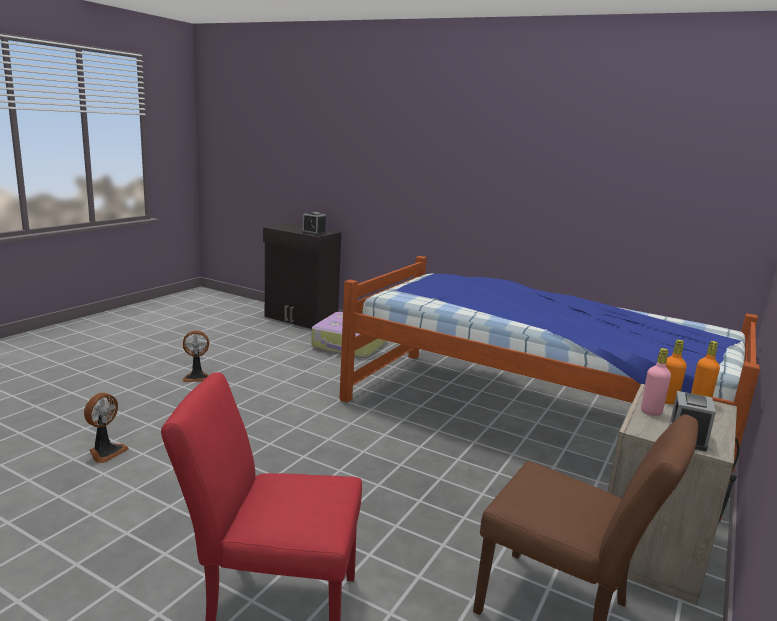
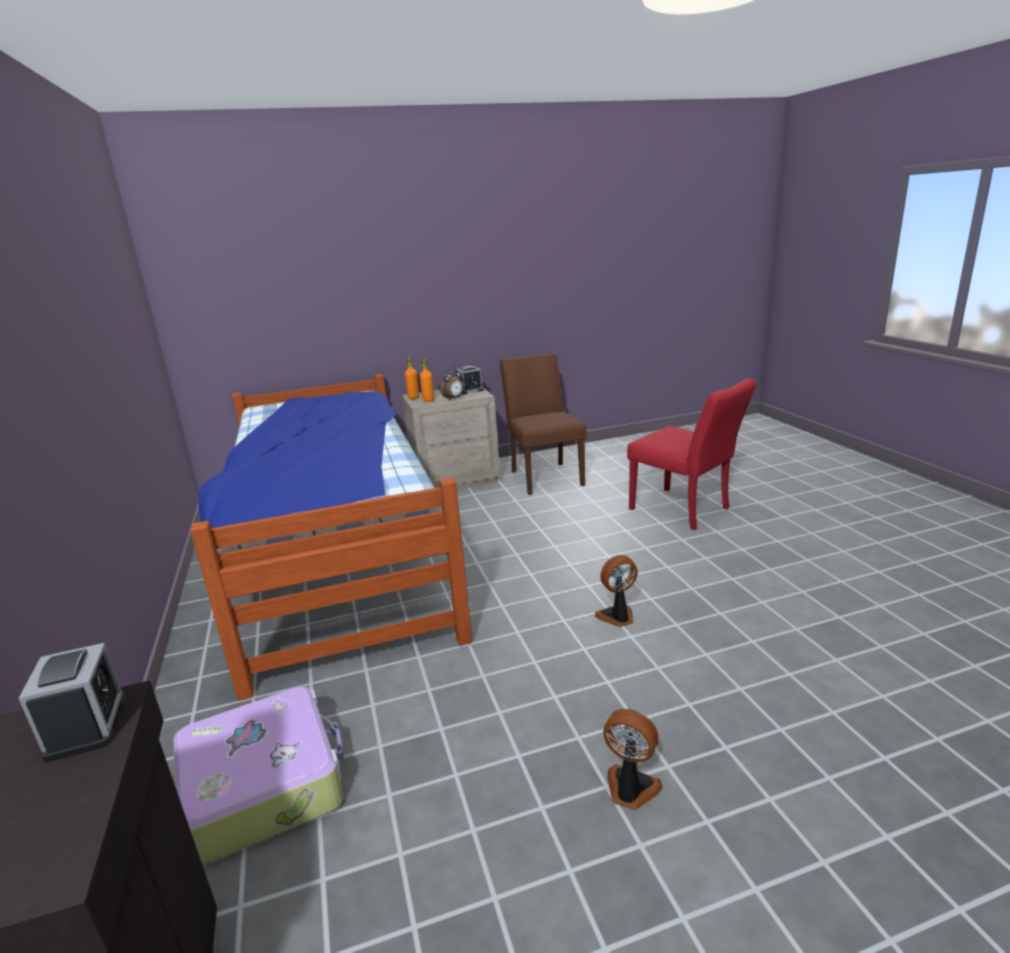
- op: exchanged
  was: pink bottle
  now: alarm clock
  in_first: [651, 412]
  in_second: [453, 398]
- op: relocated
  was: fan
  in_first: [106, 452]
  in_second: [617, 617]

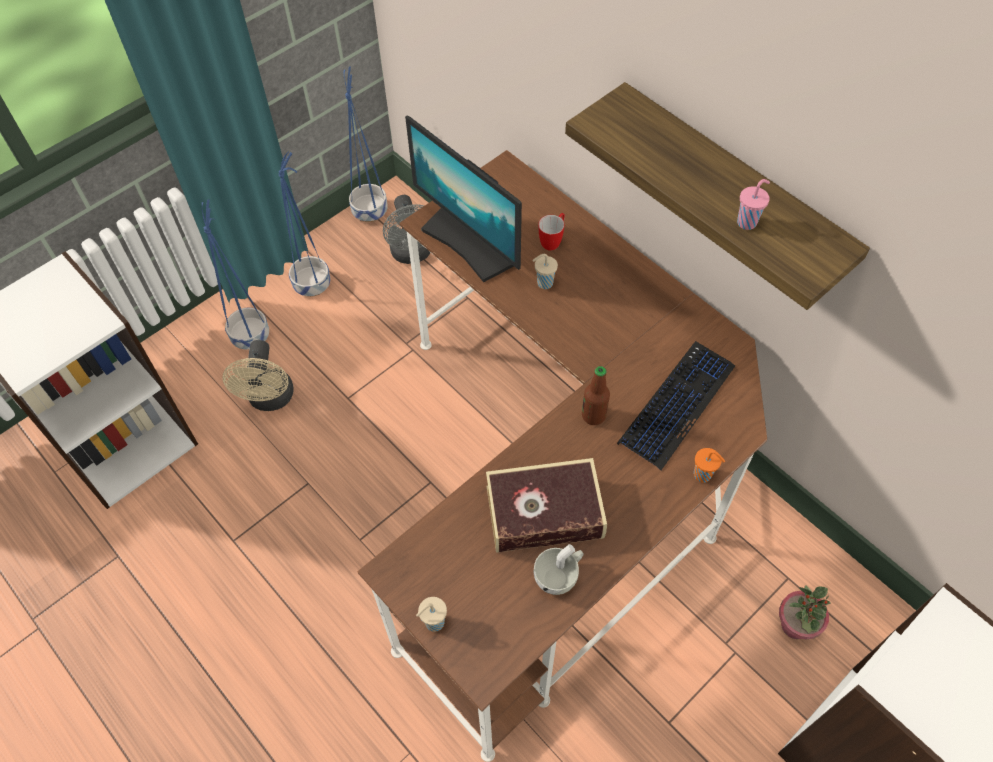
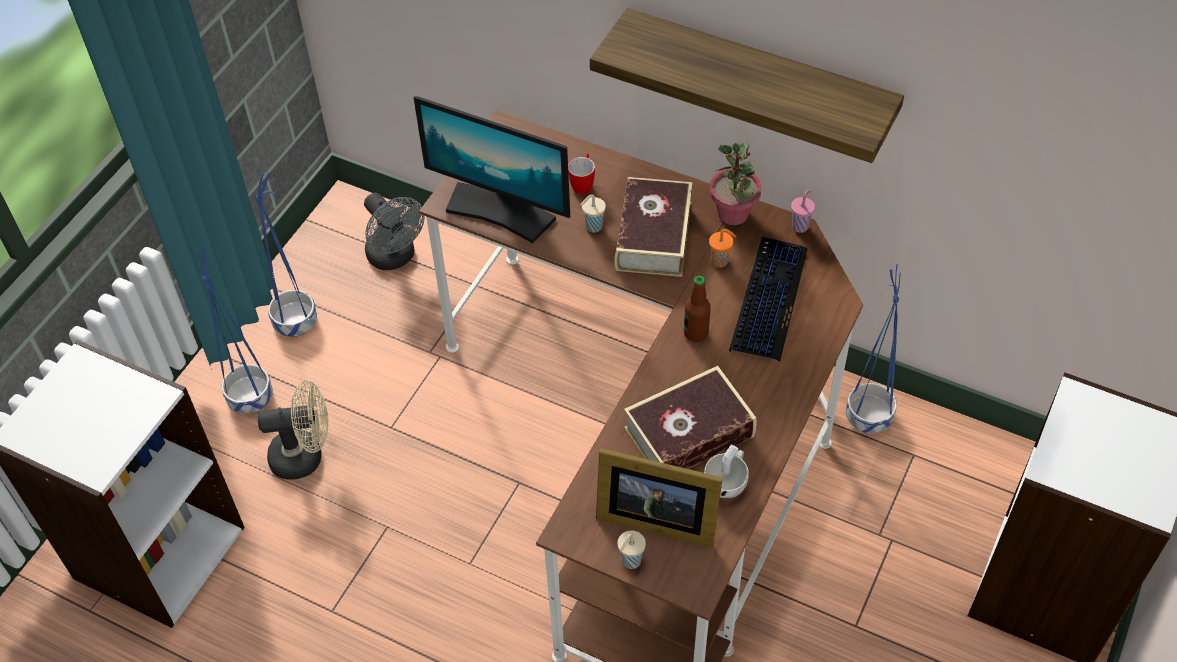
- op: spun
  was: beige fan
  in_first: [270, 399]
  in_second: [305, 456]
  clockwise: -75
- op: appeared
  now: picture frame
  in_second: [654, 517]
- op: appeared
  now: book
  in_second: [653, 236]
- op: relocated
  was: orange cup
  in_first: [703, 475]
  in_second: [720, 261]
- op: relocated
  was: potted plant
  in_first: [795, 626]
  in_second: [733, 214]
- op: relocated
  was: pink cup
  in_first: [747, 222]
  in_second: [800, 226]
- op: relocated
  was: blue planter
  in_first: [370, 210]
  in_second: [868, 415]

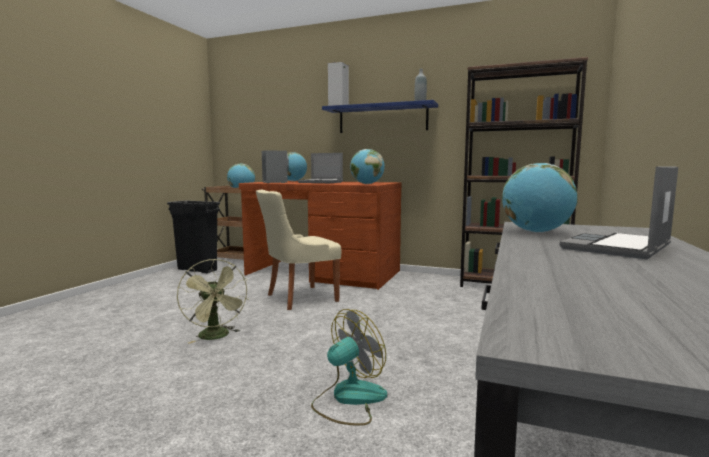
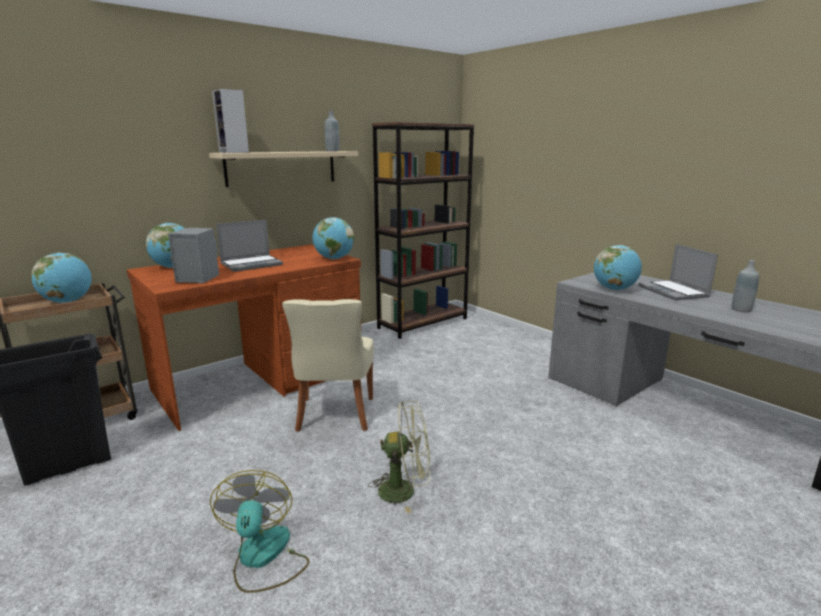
- op: colour
  was: blue shelf
  now: beige shelf
  in_first: [382, 119]
  in_second: [282, 168]
- op: relocated
  was: fan
  in_first: [349, 399]
  in_second: [263, 558]
- op: appeared
  now: grey bottle
  in_second: [741, 310]

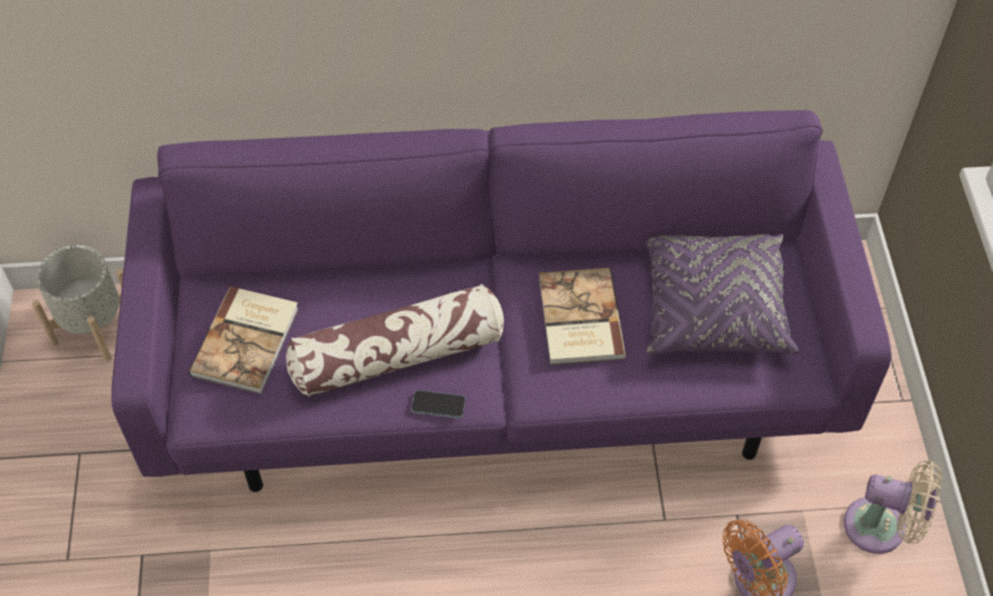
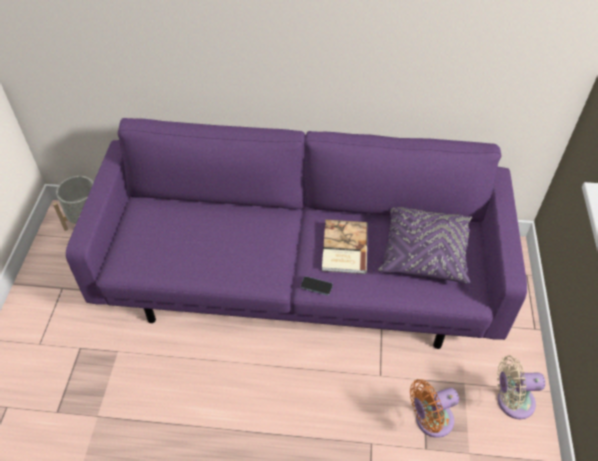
- op: relocated
  was: phone
  in_first: [438, 405]
  in_second: [316, 286]
- op: spun
  was: beige fan
  in_first: [881, 528]
  in_second: [511, 401]
  clockwise: 150
- op: missing
  was: book
  in_first: [248, 341]
- op: missing
  was: pillow
  in_first: [398, 354]

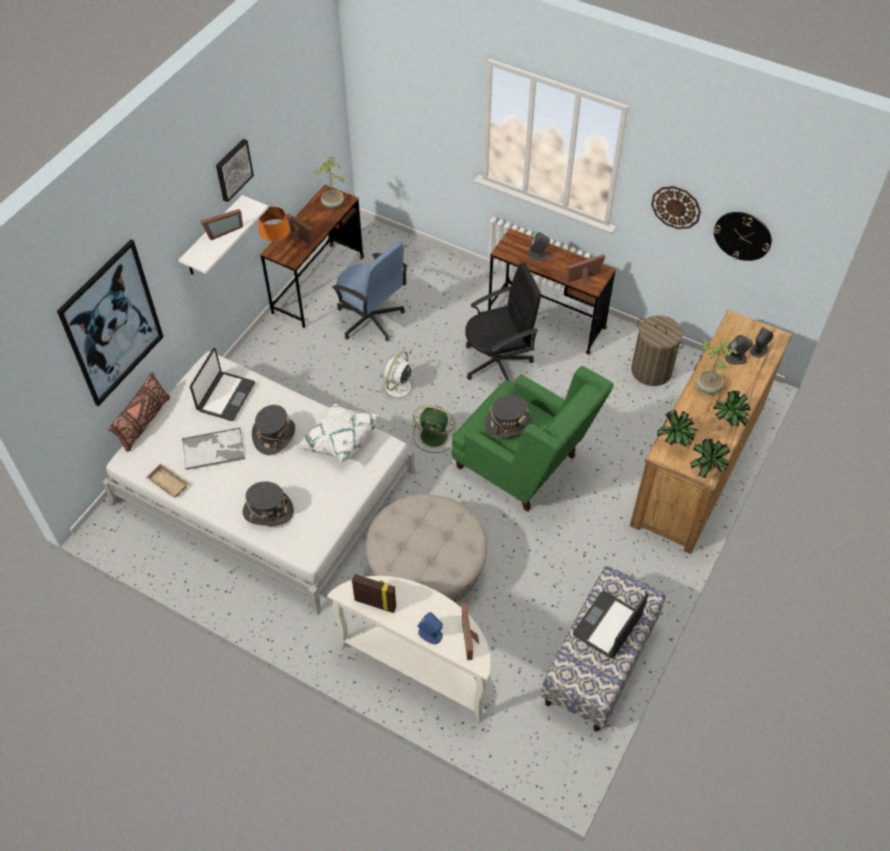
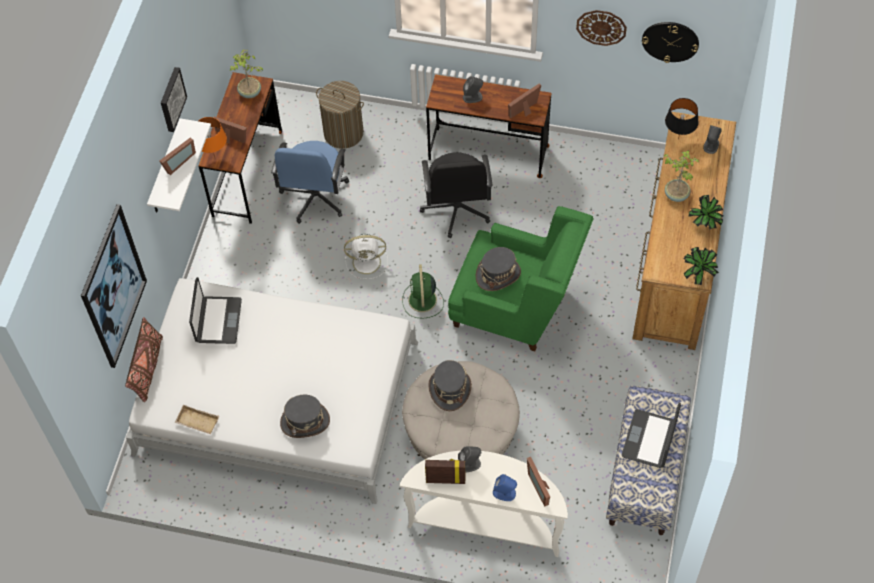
- op: spun
  was: blue office chair
  in_first: [370, 319]
  in_second: [314, 197]
  clockwise: 75
- op: relocated
  was: laundry basket
  in_first: [651, 370]
  in_second: [343, 133]
- op: spun
  was: white fan
  in_first: [397, 388]
  in_second: [368, 262]
  clockwise: -105
- op: spun
  was: green fan
  in_first: [435, 436]
  in_second: [422, 301]
  clockwise: 90
- op: spun
  was: black office chair
  in_first: [498, 362]
  in_second: [456, 209]
  clockwise: 120
- op: relocated
  was: grey hat
  in_first: [274, 435]
  in_second: [449, 389]
- op: relocated
  was: grey speaker
  in_first: [736, 358]
  in_second: [469, 464]
- op: appeared
  now: black table lamp
  in_second: [678, 139]
- op: missing
  was: tray
  in_first: [214, 449]
- op: missing
  was: white pillow
  in_first: [339, 440]
- op: missing
  was: potted plant
  in_first: [673, 444]

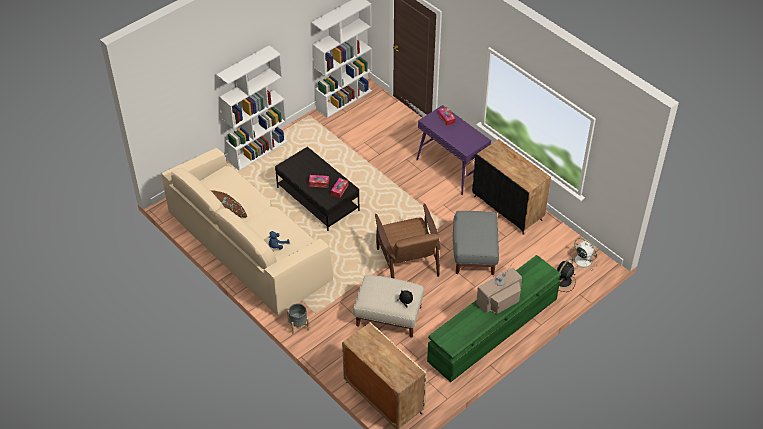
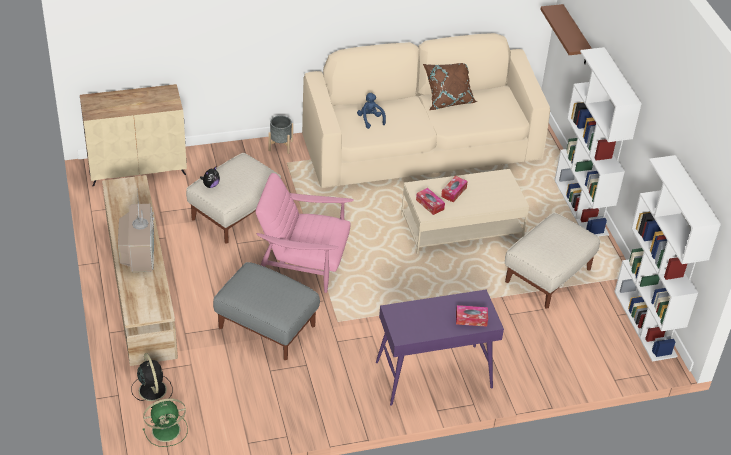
- op: colour
  was: green tv stand
  now: beige tv stand
  in_first: [493, 330]
  in_second: [140, 287]
- op: colour
  was: white fan
  now: green fan
  in_first: [582, 260]
  in_second: [167, 430]
- op: colour
  was: brown armchair
  now: pink armchair
  in_first: [407, 260]
  in_second: [303, 262]
- op: colour
  was: black coffee table
  now: beige coffee table
  in_first: [317, 199]
  in_second: [461, 227]
- op: appeared
  now: beige ottoman
  in_second: [548, 275]
- op: appeared
  now: brown shelf
  in_second: [575, 36]
- op: missing
  was: black cabinet
  in_first: [508, 208]

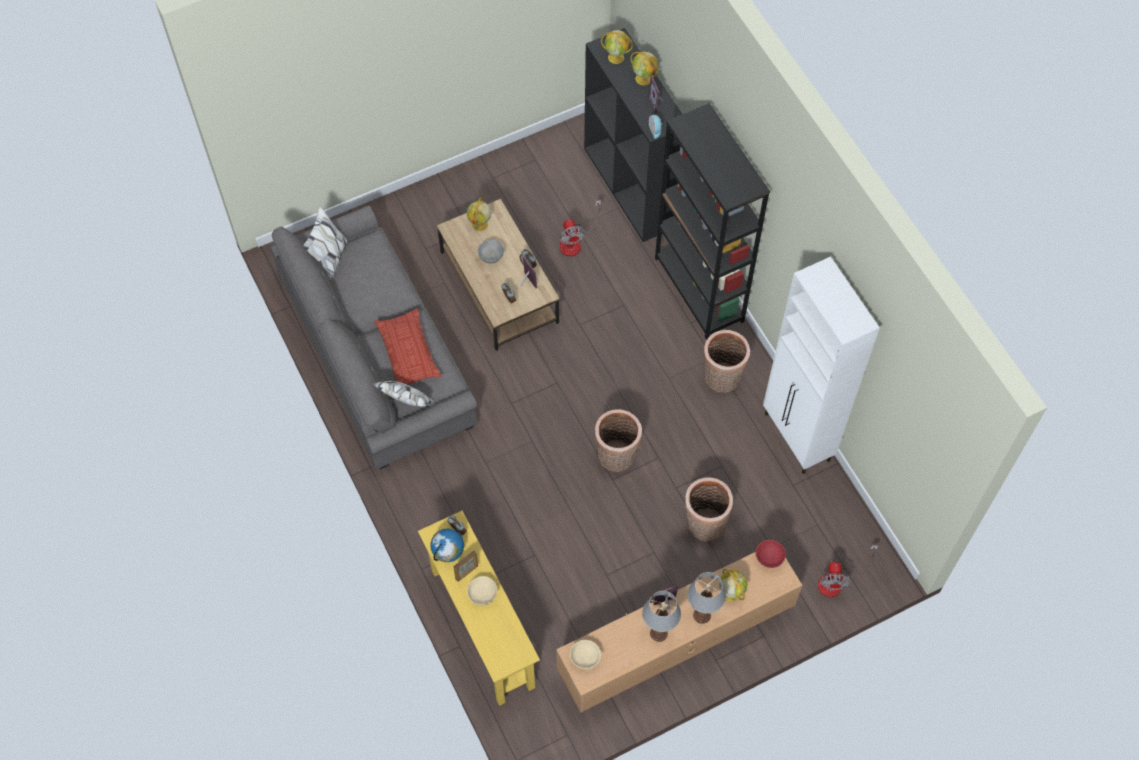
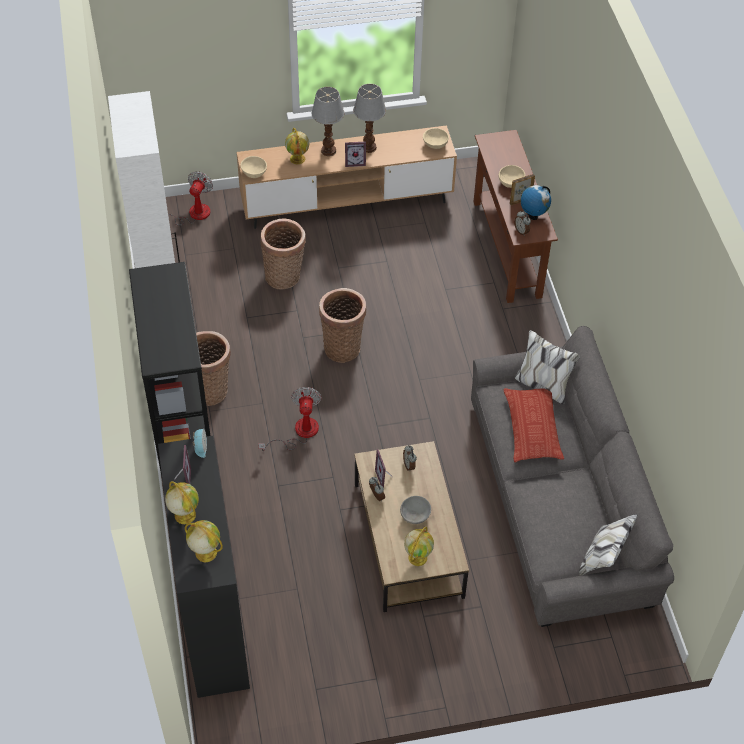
- op: colour
  was: red bowl
  now: beige bowl
  in_first: [769, 558]
  in_second: [254, 173]
- op: relocated
  was: fan
  in_first: [575, 241]
  in_second: [299, 432]
- op: colour
  was: yellow console table
  now: brown console table
  in_first: [482, 628]
  in_second: [507, 248]

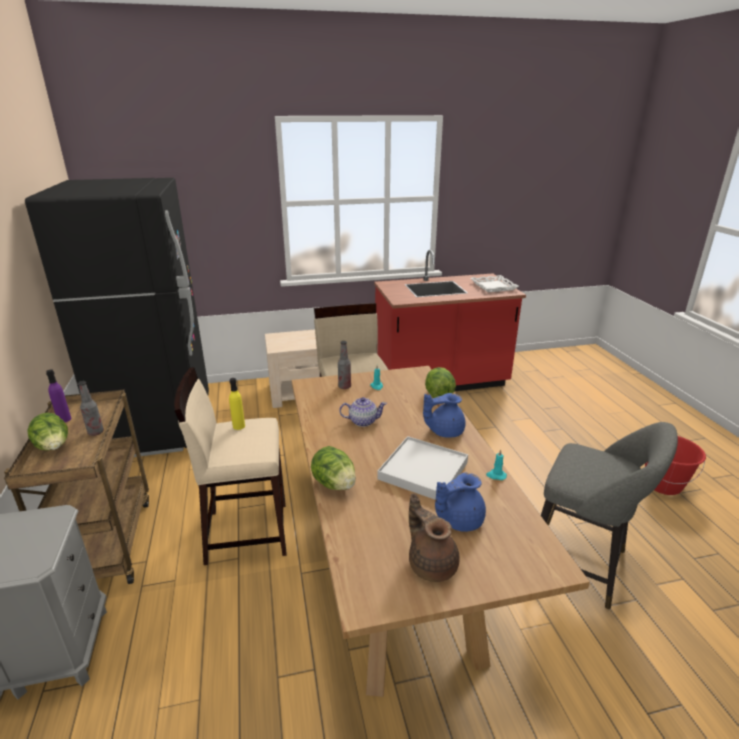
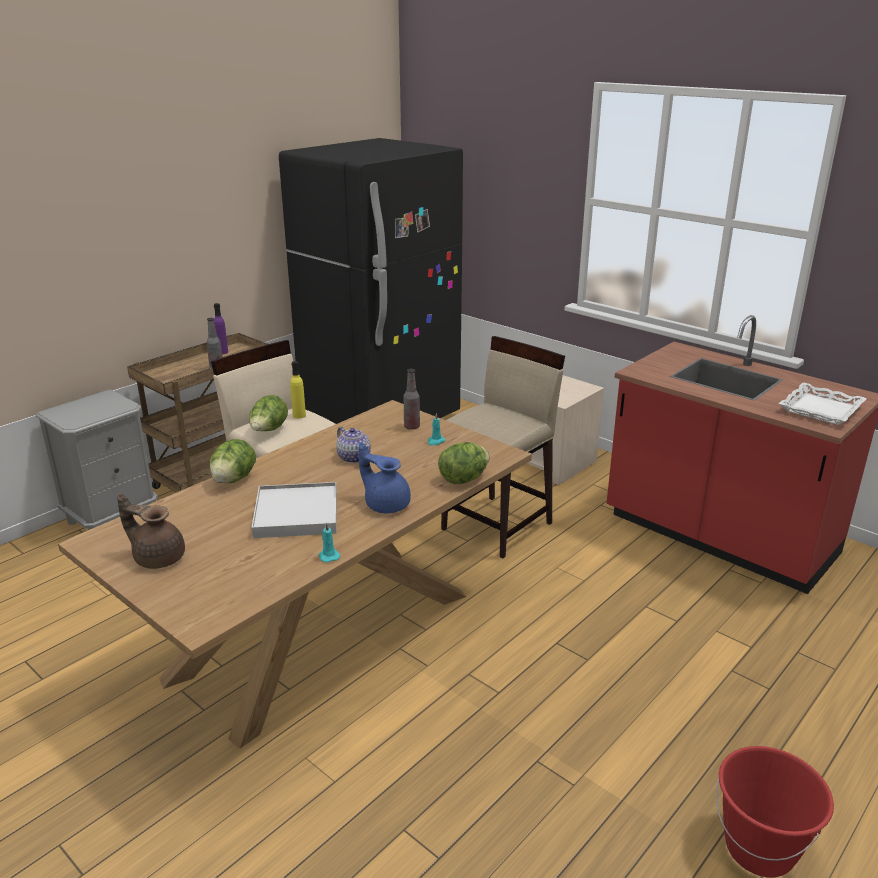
- op: spun
  was: brown teapot
  in_first: [431, 563]
  in_second: [158, 557]
  clockwise: -90
- op: relocated
  was: lettuce
  in_first: [54, 448]
  in_second: [269, 431]
- op: missing
  was: blue teapot
  in_first: [458, 520]
- op: missing
  was: grey stool
  in_first: [581, 564]

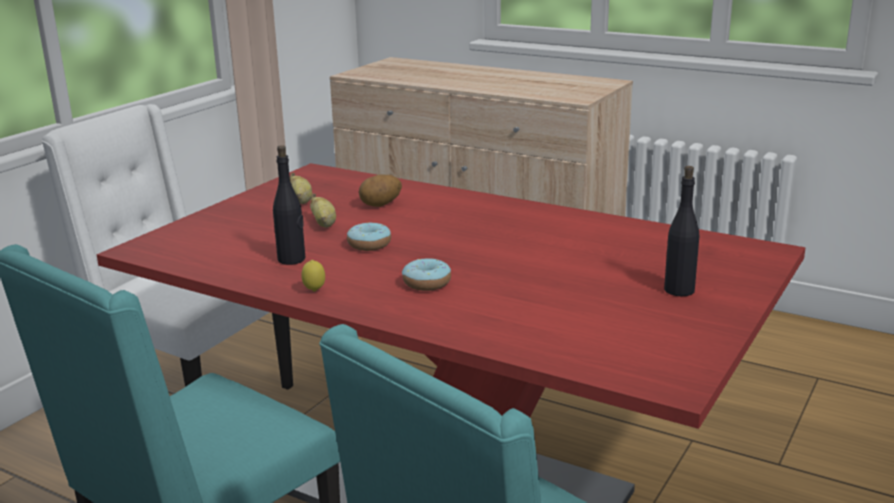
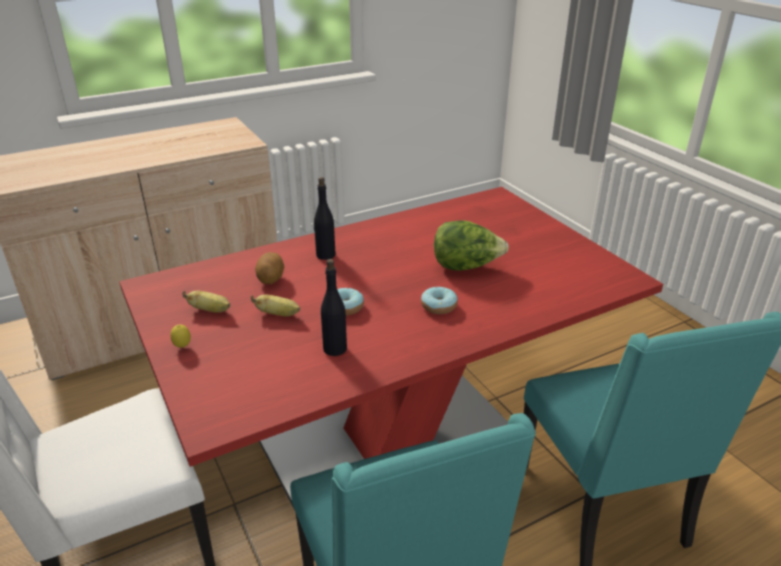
- op: relocated
  was: lemon
  in_first: [314, 291]
  in_second: [182, 347]
- op: relocated
  was: black bottle
  in_first: [679, 290]
  in_second: [325, 255]
- op: appeared
  now: lettuce
  in_second: [466, 267]

